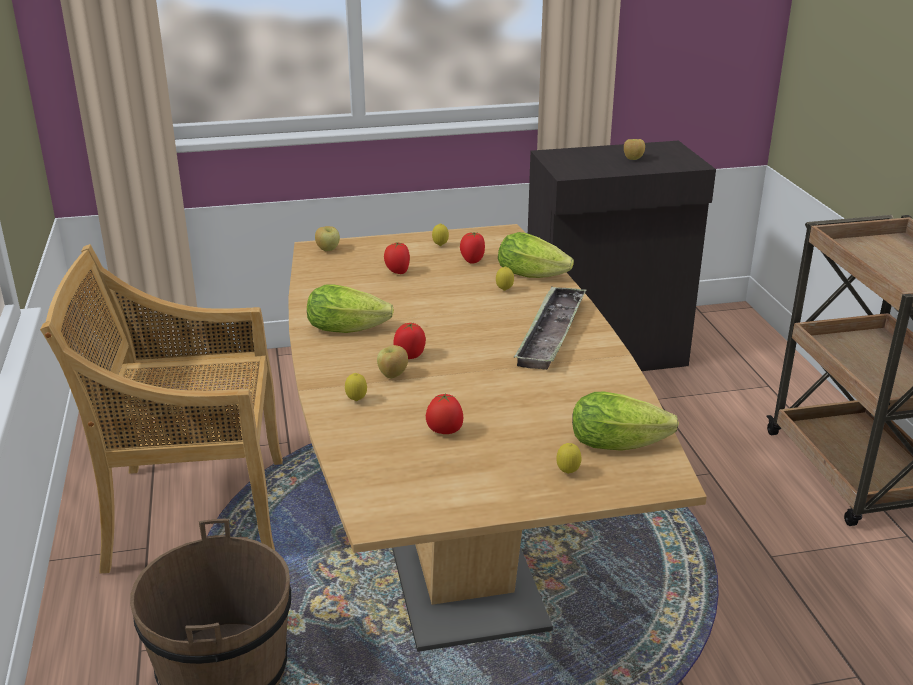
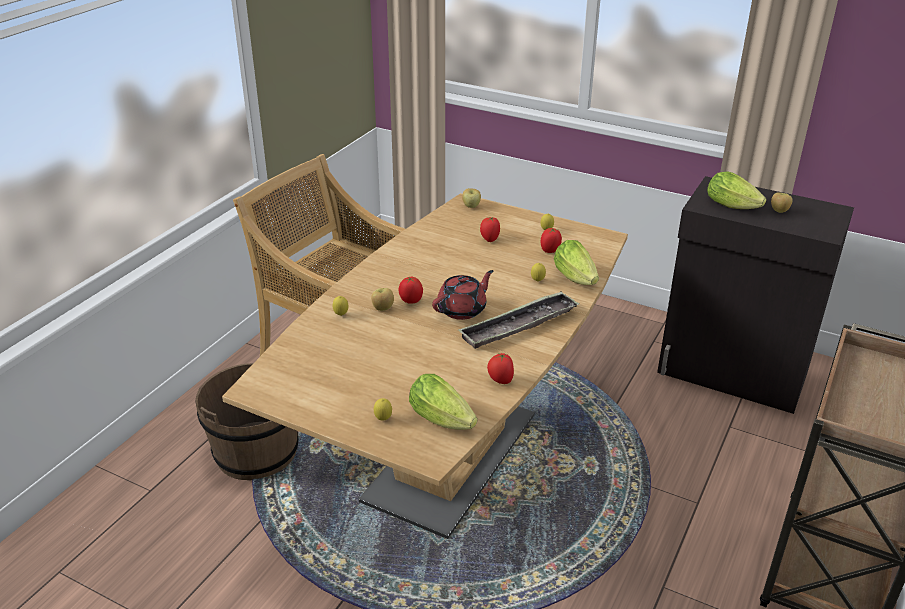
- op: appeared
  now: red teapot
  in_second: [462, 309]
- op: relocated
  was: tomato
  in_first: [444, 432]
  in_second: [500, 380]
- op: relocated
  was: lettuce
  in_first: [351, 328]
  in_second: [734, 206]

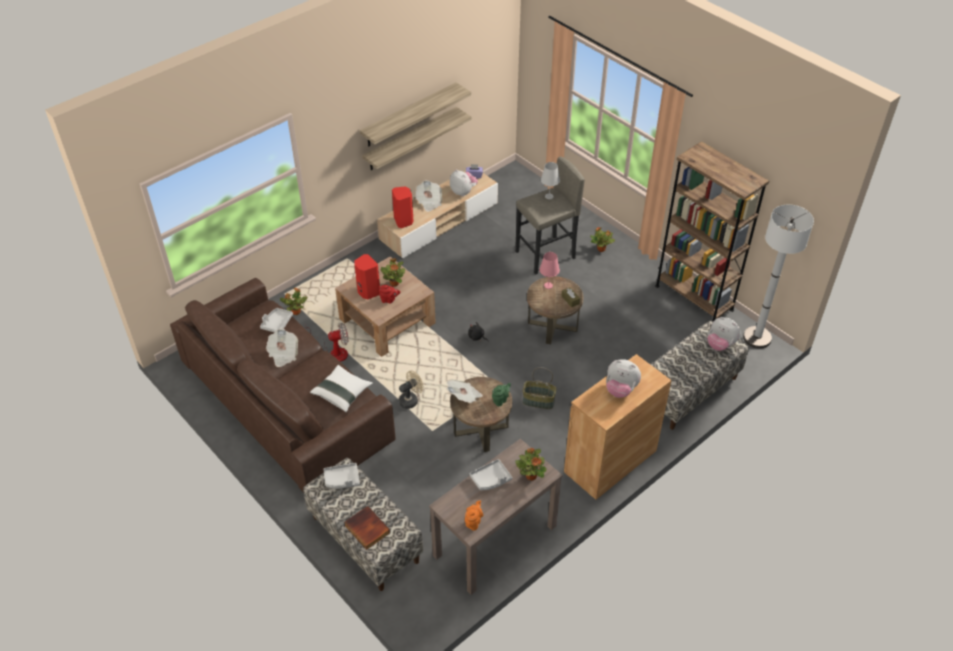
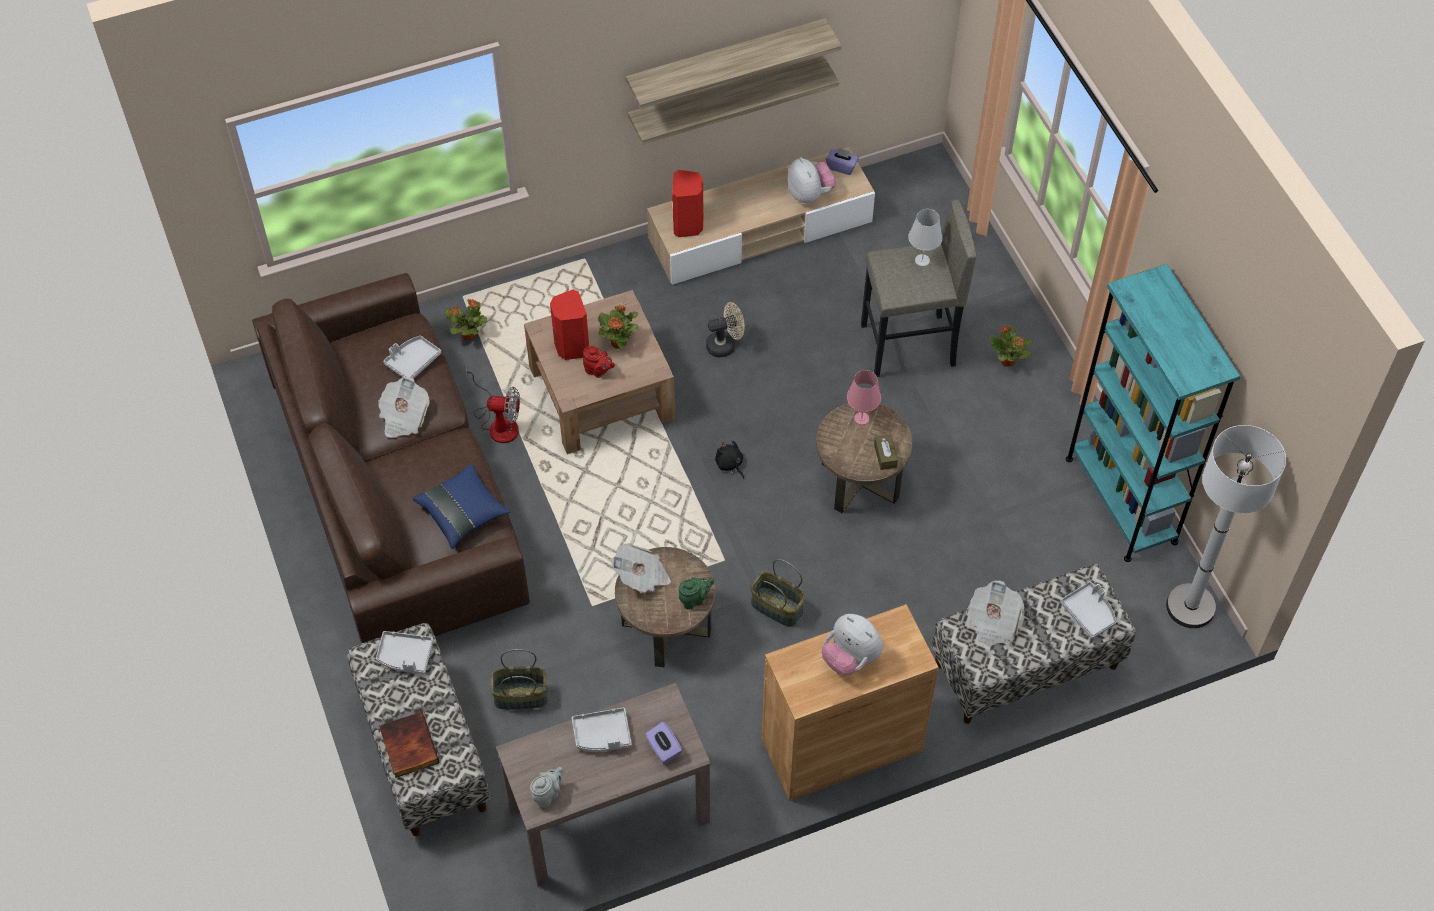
- op: colour
  was: white pillow
  now: blue pillow
  in_first: [342, 393]
  in_second: [463, 513]
- op: appeared
  now: basket
  in_second: [520, 696]
- op: colour
  was: orange teapot
  now: grey teapot
  in_first: [473, 522]
  in_second: [547, 794]
- op: exchanged
  was: potted plant
  now: purple tissue box
  in_first: [531, 475]
  in_second: [663, 749]
- op: relocated
  was: beige fan
  in_first: [411, 400]
  in_second: [725, 345]
- op: relocated
  was: newspaper
  in_first: [429, 202]
  in_second: [992, 623]
- op: exchanged
  was: plush toy
  now: grey tray
  in_first: [720, 344]
  in_second: [1089, 613]
- op: colour
  was: brown bookcase
  now: turquoise bookcase
  in_first: [694, 298]
  in_second: [1121, 500]

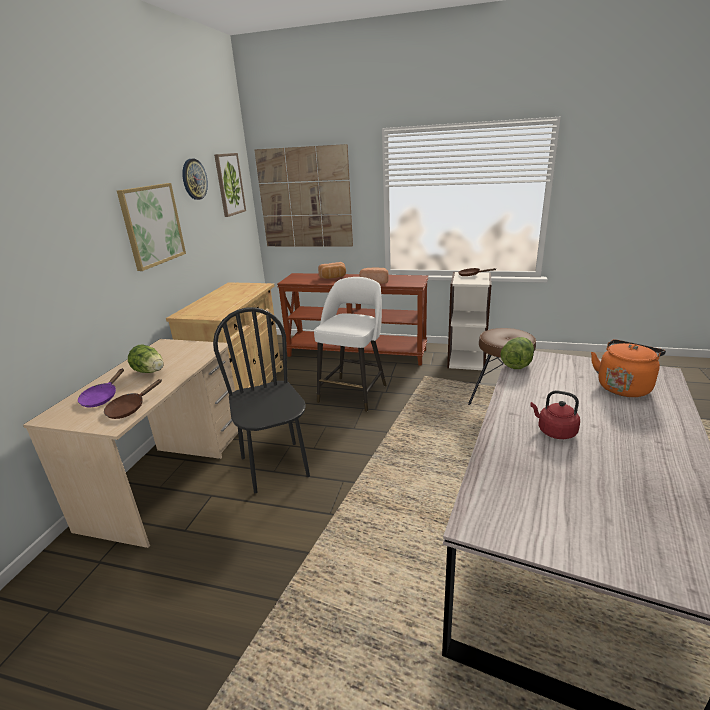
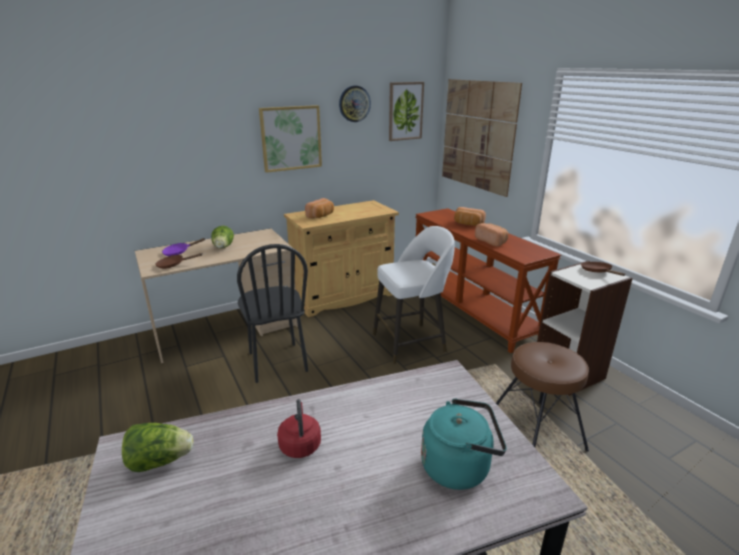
- op: relocated
  was: lettuce
  in_first: [517, 364]
  in_second: [160, 461]
- op: spun
  was: black chair
  in_first: [275, 466]
  in_second: [277, 362]
  clockwise: 135
- op: appeared
  now: bread
  in_second: [321, 216]
- op: colour
  was: orange kettle
  now: turquoise kettle
  in_first: [623, 387]
  in_second: [459, 467]

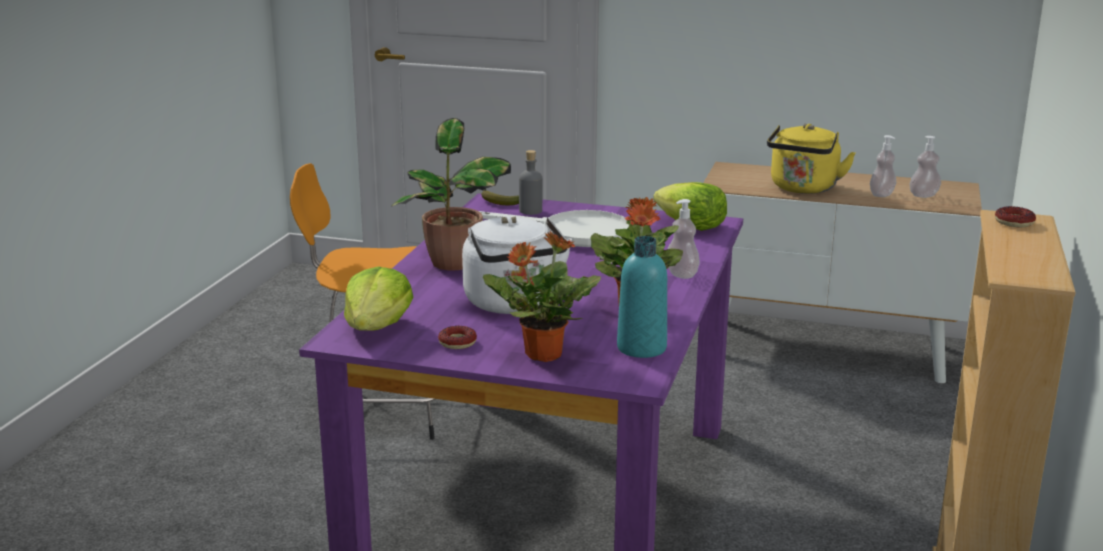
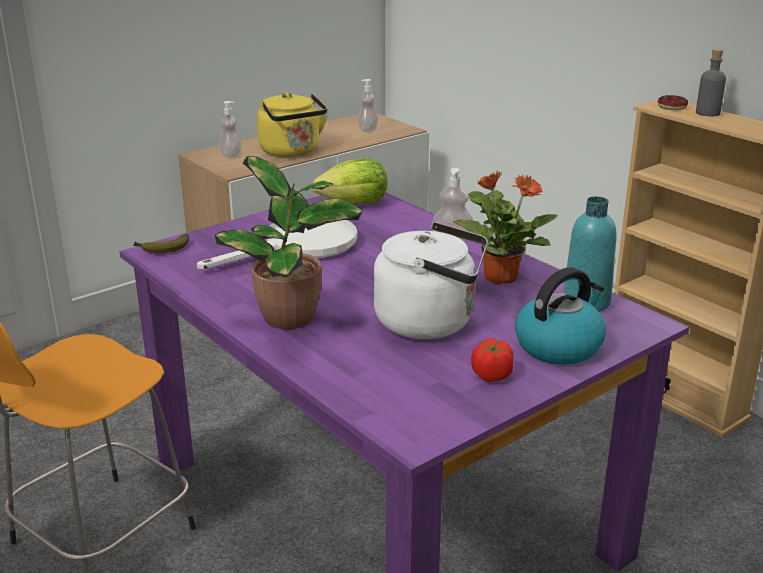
- op: relocated
  was: soap dispenser
  in_first: [881, 195]
  in_second: [231, 155]
- op: exchanged
  was: donut
  now: tomato
  in_first: [457, 342]
  in_second: [491, 375]
- op: exchanged
  was: potted plant
  now: kettle
  in_first: [541, 354]
  in_second: [559, 345]
- op: relocated
  was: grey bottle
  in_first: [530, 211]
  in_second: [707, 113]
- op: missing
  was: lettuce
  in_first: [377, 327]

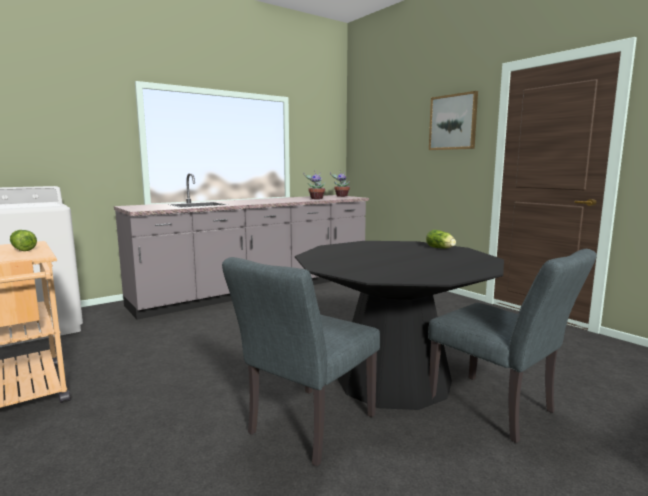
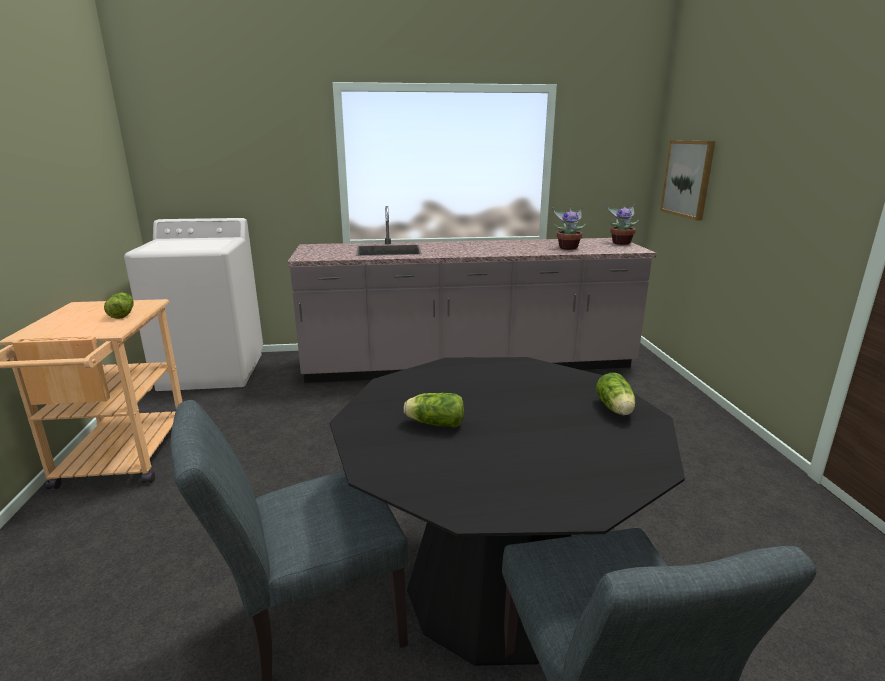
- op: appeared
  now: lettuce
  in_second: [433, 423]
- op: relocated
  was: picture
  in_first: [453, 122]
  in_second: [688, 178]

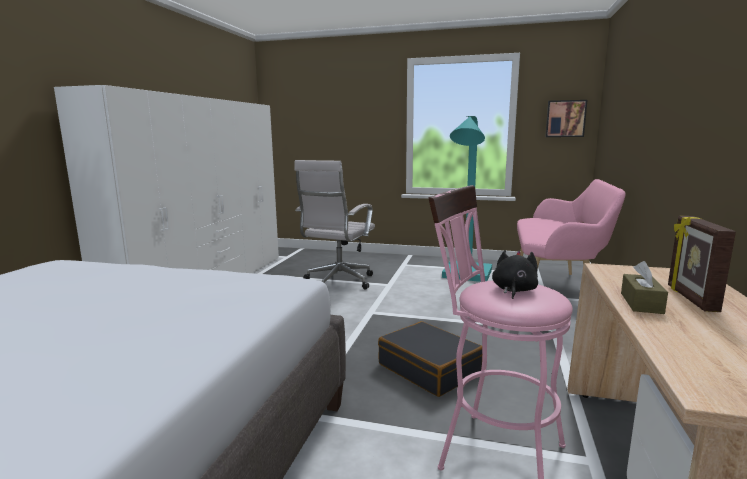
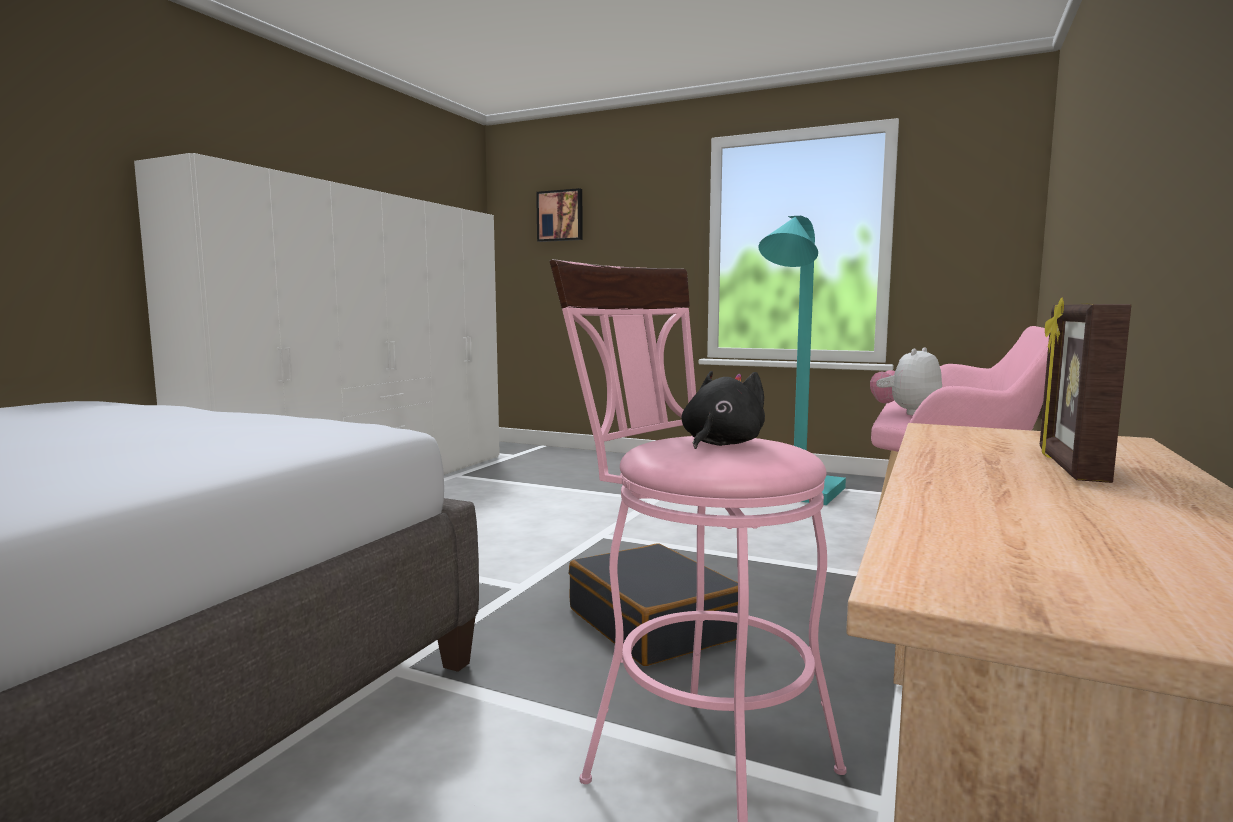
- op: relocated
  was: picture
  in_first: [565, 118]
  in_second: [560, 216]
- op: appeared
  now: plush toy
  in_second: [906, 413]
- op: missing
  was: white office chair
  in_first: [338, 282]
- op: missing
  was: brown tissue box
  in_first: [641, 303]

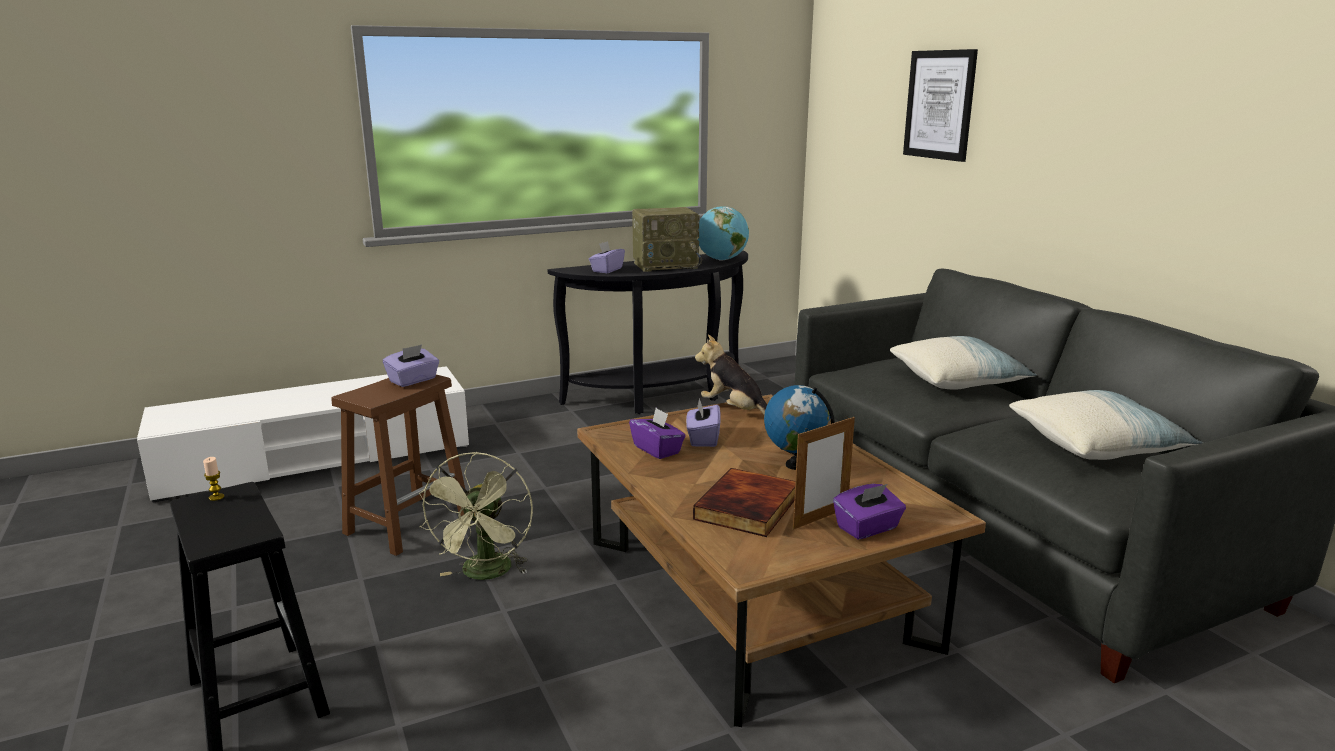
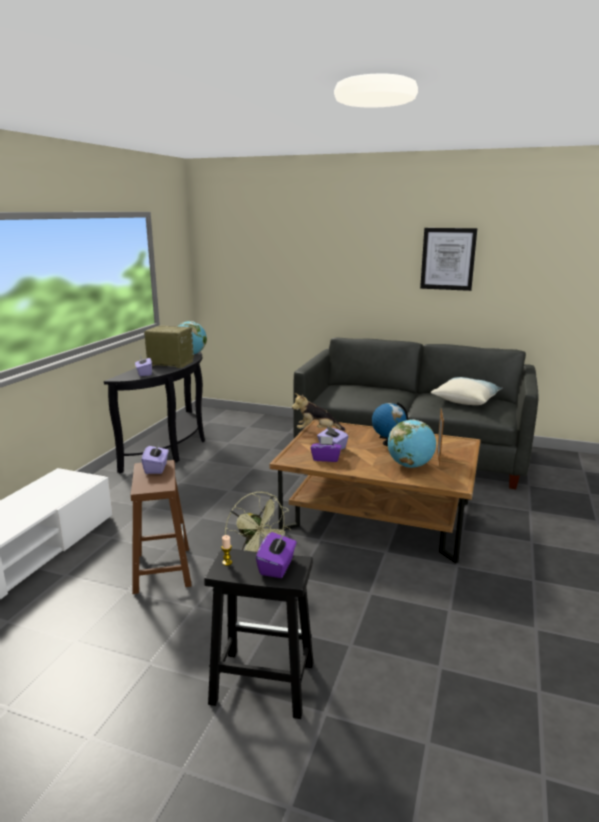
- op: spun
  was: radio
  in_first: [666, 265]
  in_second: [169, 363]
  clockwise: -105
- op: relocated
  was: purple tissue box
  in_first: [867, 528]
  in_second: [277, 567]
- op: exchanged
  was: book
  now: globe
  in_first: [749, 508]
  in_second: [410, 466]
- op: relocated
  was: picture
  in_first: [939, 105]
  in_second: [448, 259]
- op: missing
  was: pillow
  in_first: [958, 381]

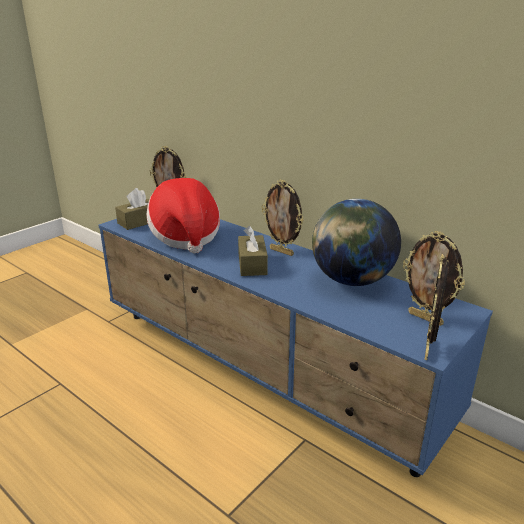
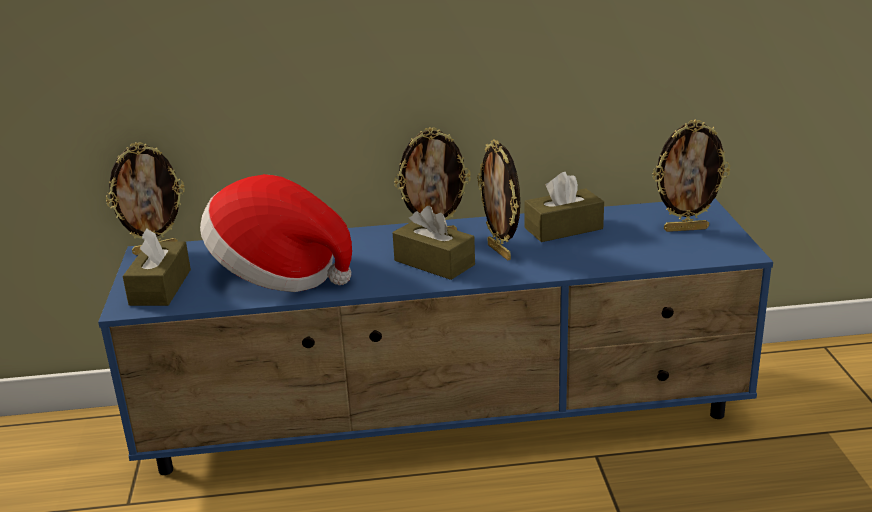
- op: relocated
  was: picture frame
  in_first: [428, 350]
  in_second: [500, 252]
- op: exchanged
  was: globe
  now: brown tissue box
  in_first: [351, 280]
  in_second: [563, 228]

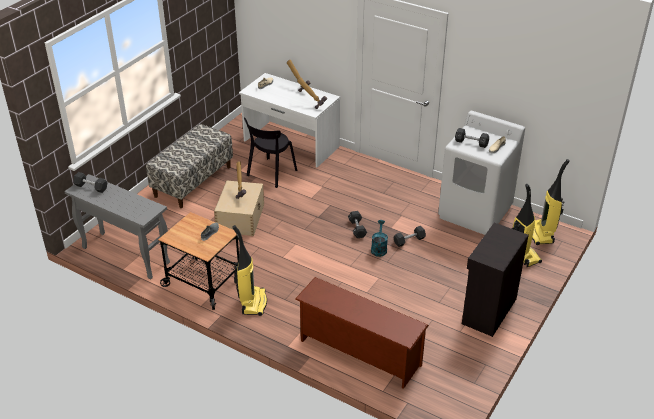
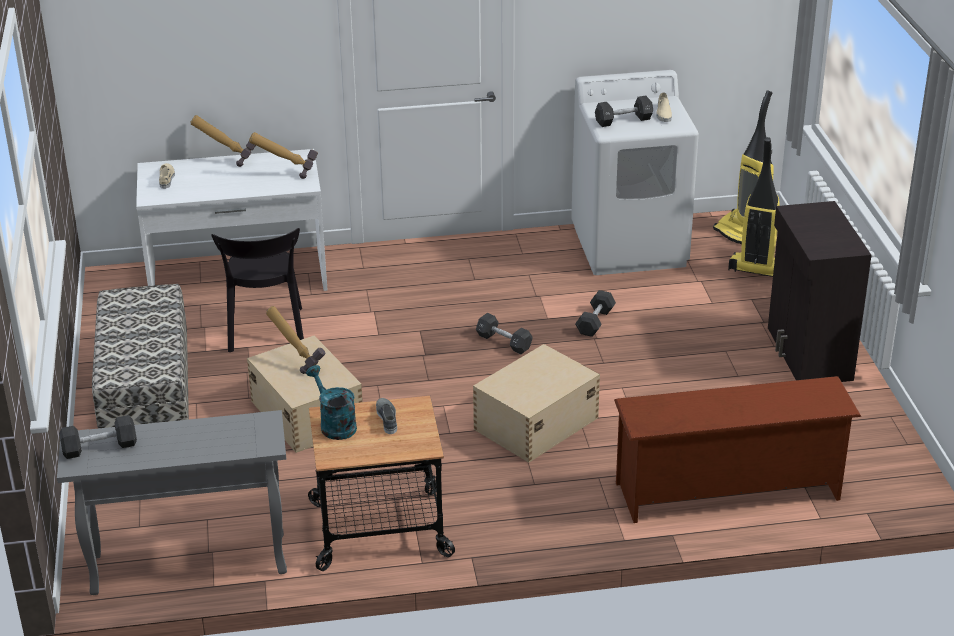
- op: relocated
  was: turquoise watering can
  in_first: [379, 248]
  in_second: [334, 424]
- op: appeared
  now: beige storage box
  in_second: [534, 423]
- op: missing
  was: vacuum cleaner
  in_first: [252, 302]

